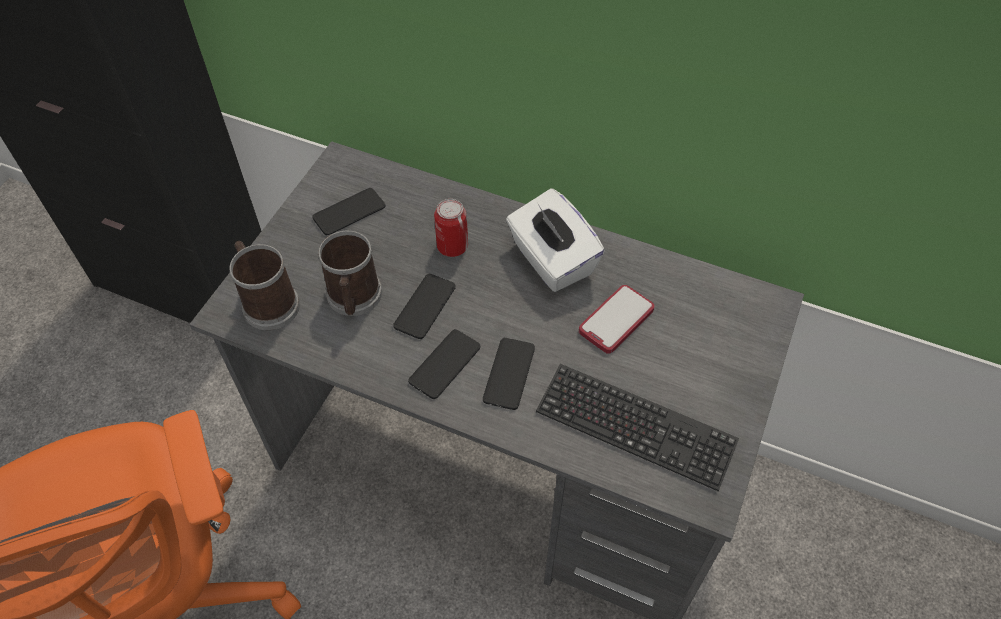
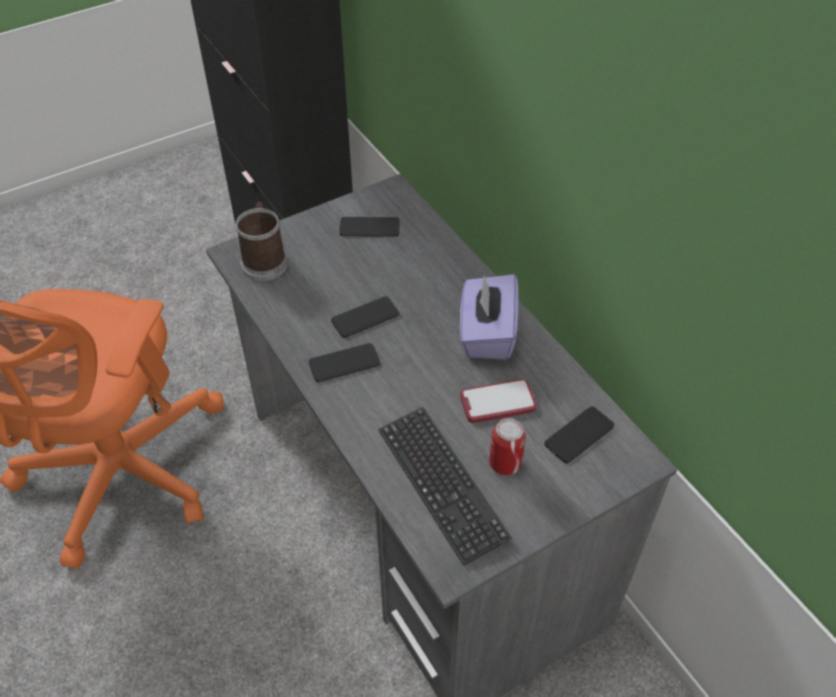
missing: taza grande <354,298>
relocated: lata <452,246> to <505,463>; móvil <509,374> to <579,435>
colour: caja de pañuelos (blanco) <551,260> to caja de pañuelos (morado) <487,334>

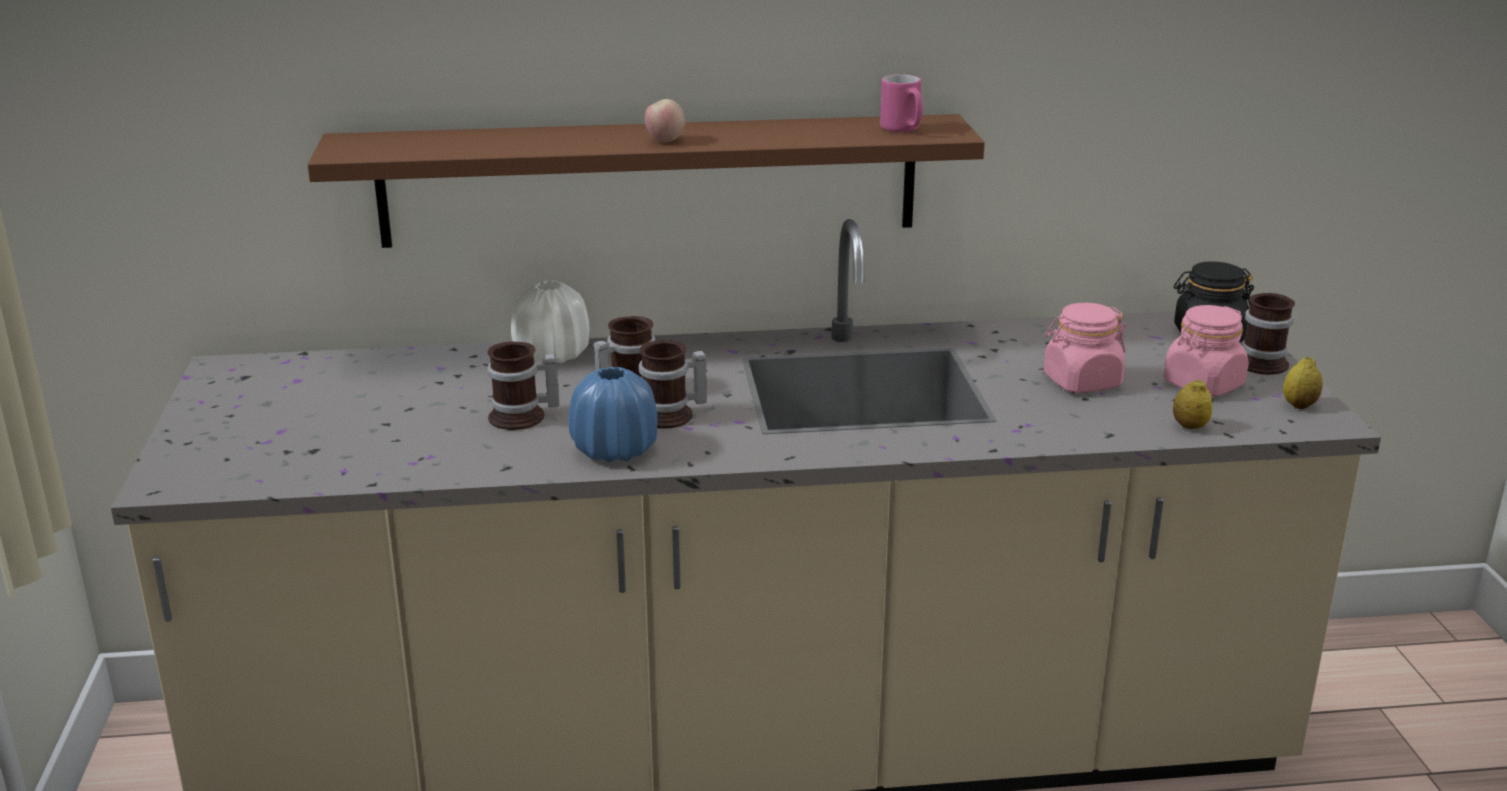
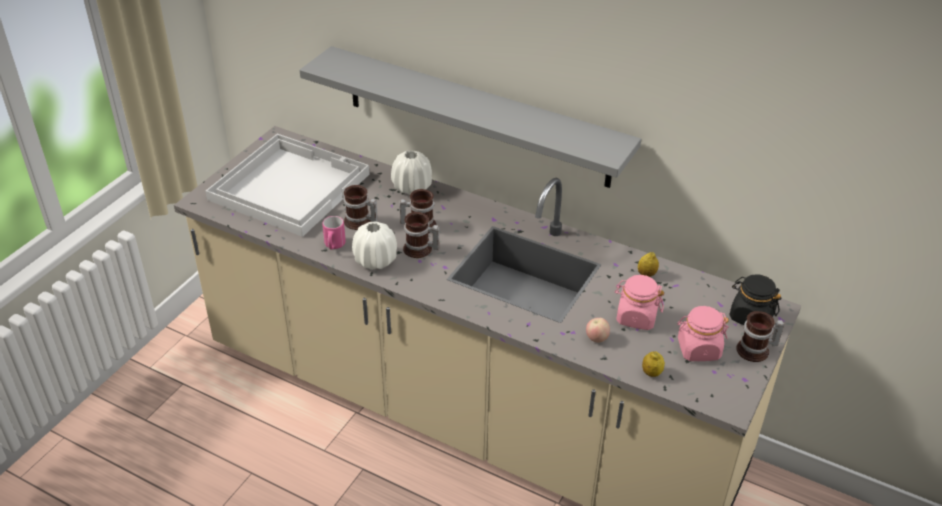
appeared: bandeja (blanco) <289,185>
relocated: taza grande (rosa) <903,130> to <334,246>; manzana <665,141> to <597,338>; limón <1299,405> to <646,274>
colour: estante (marrón) <650,180> to estante (gris) <476,116>; florero (azul) <615,450> to florero (blanco) <375,260>

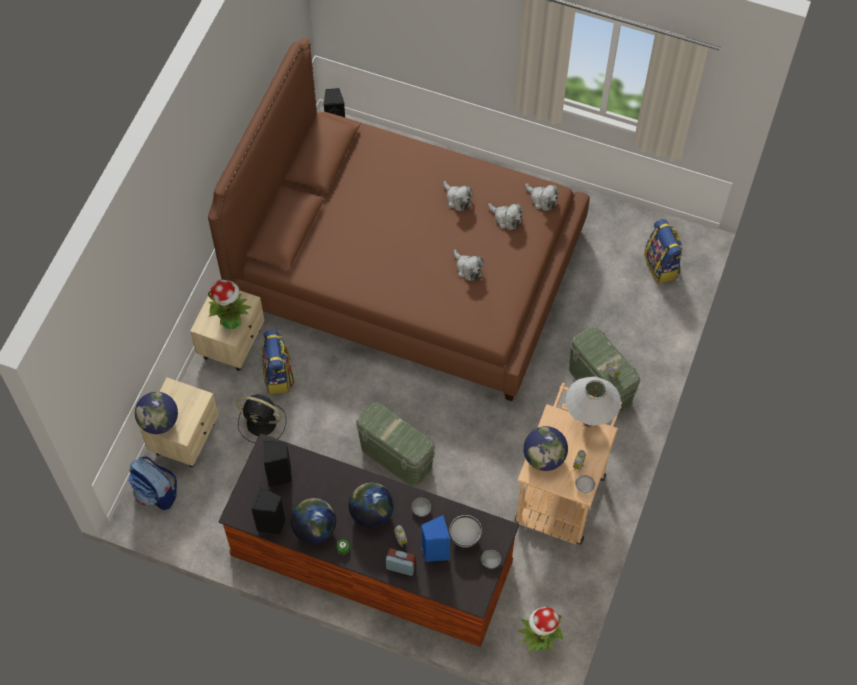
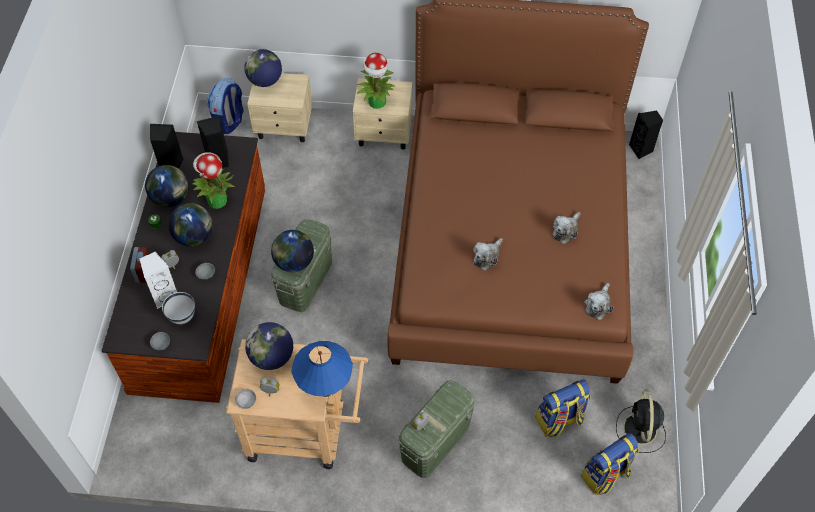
missing: peluche <506,218>
appeared: globo terráqueo <294,262>
relocated: planta en maceta <539,641> to <216,200>; mochila <278,375> to <559,420>; ventilador (negro) <263,423> to <640,430>
colour: altavoz (azul) <435,551> to altavoz (blanco) <164,295>; lámpara de mesa (blanco) <588,420> to lámpara de mesa (azul) <325,389>

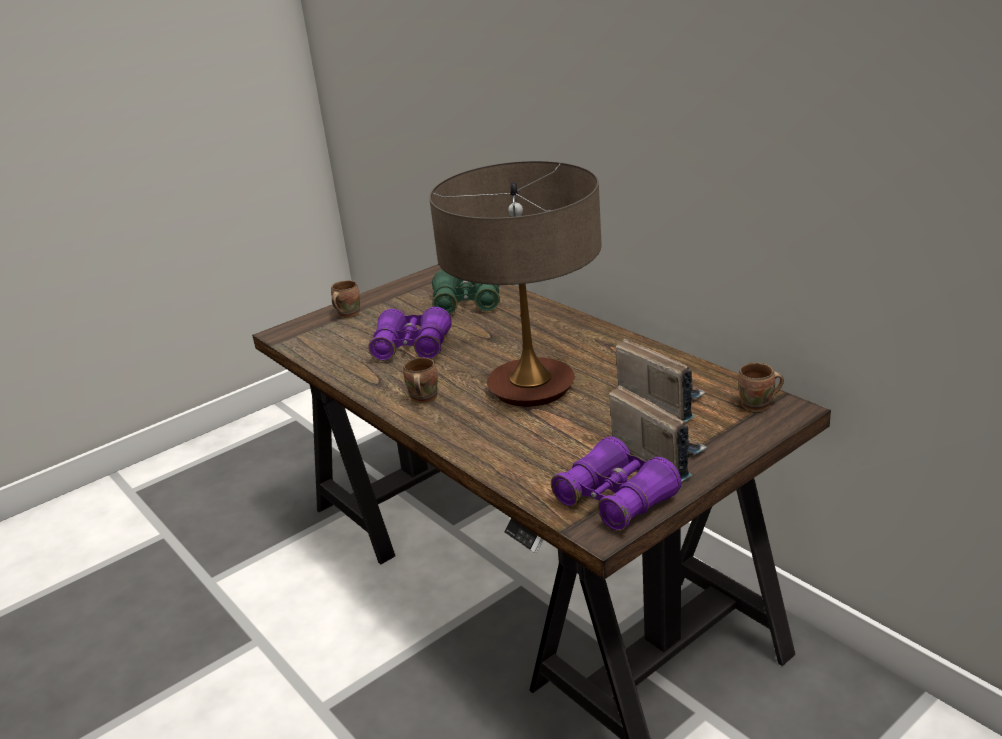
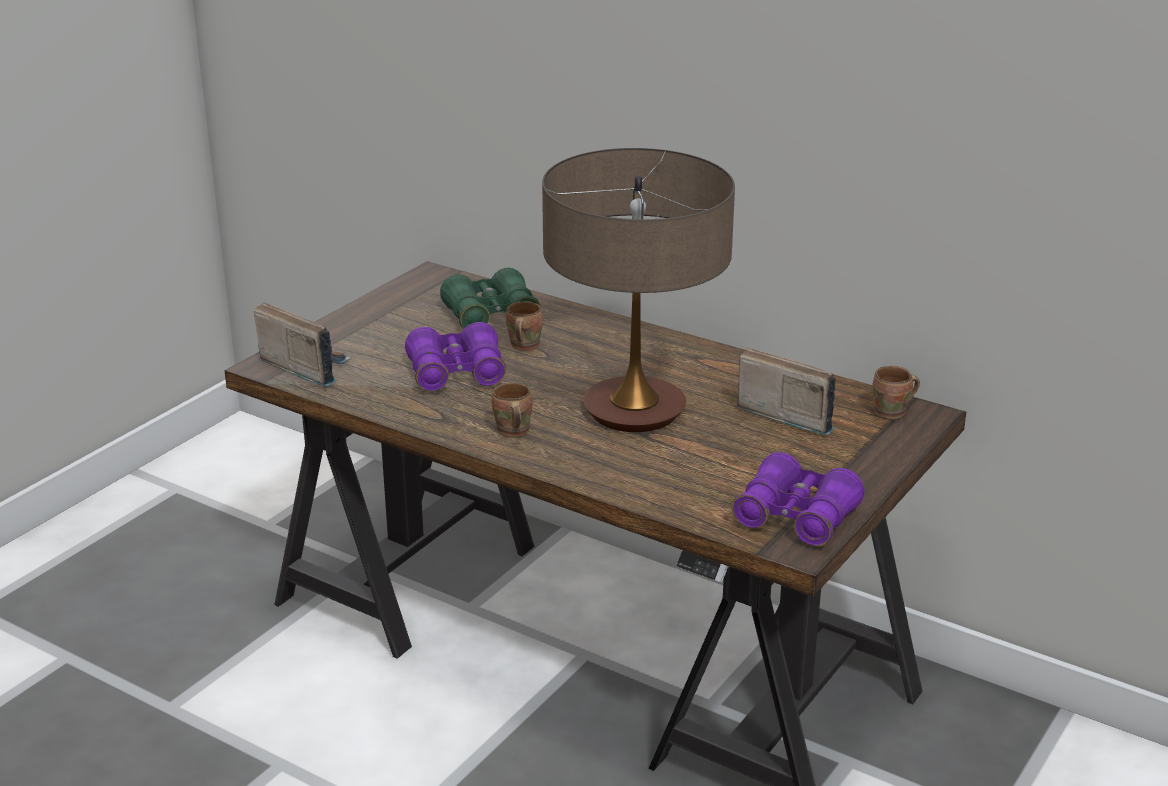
relocated: radio <658,453> to <305,366>; taza grande (marrón) <347,314> to <522,346>

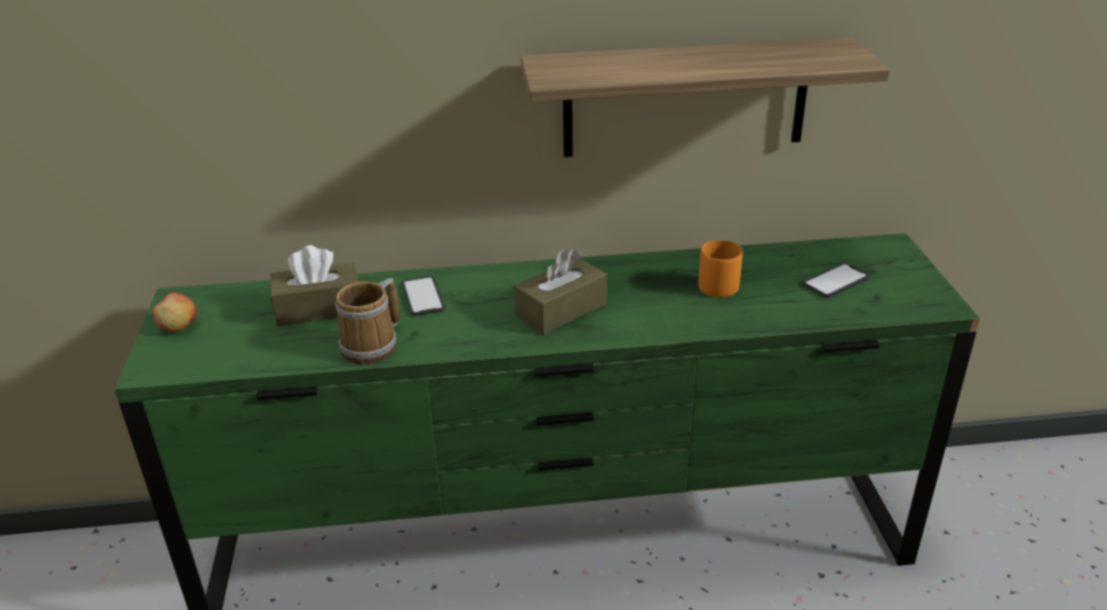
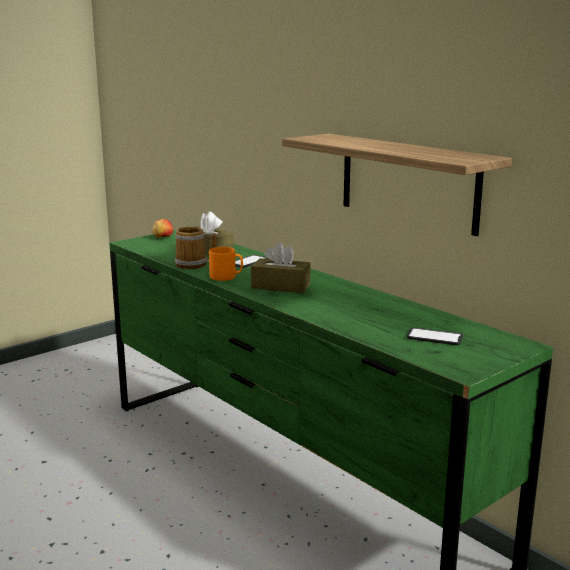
relocated: taza grande (naranja) <721,285> to <226,277>

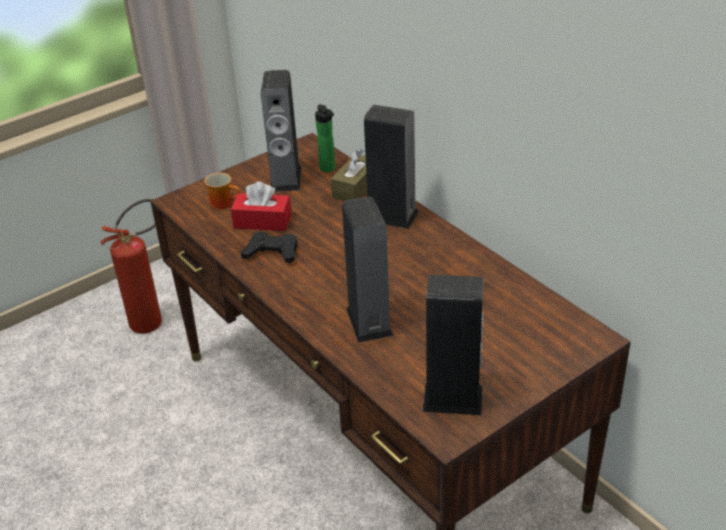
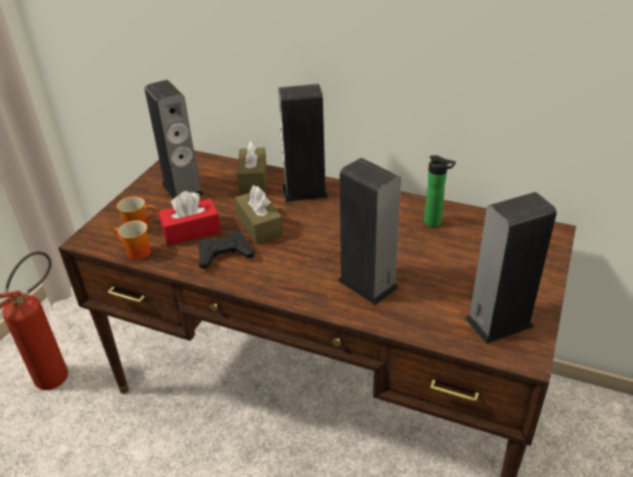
appeared: taza grande <135,253>; caja de pañuelos (marrón) <259,225>
relocated: botella <328,169> to <435,223>

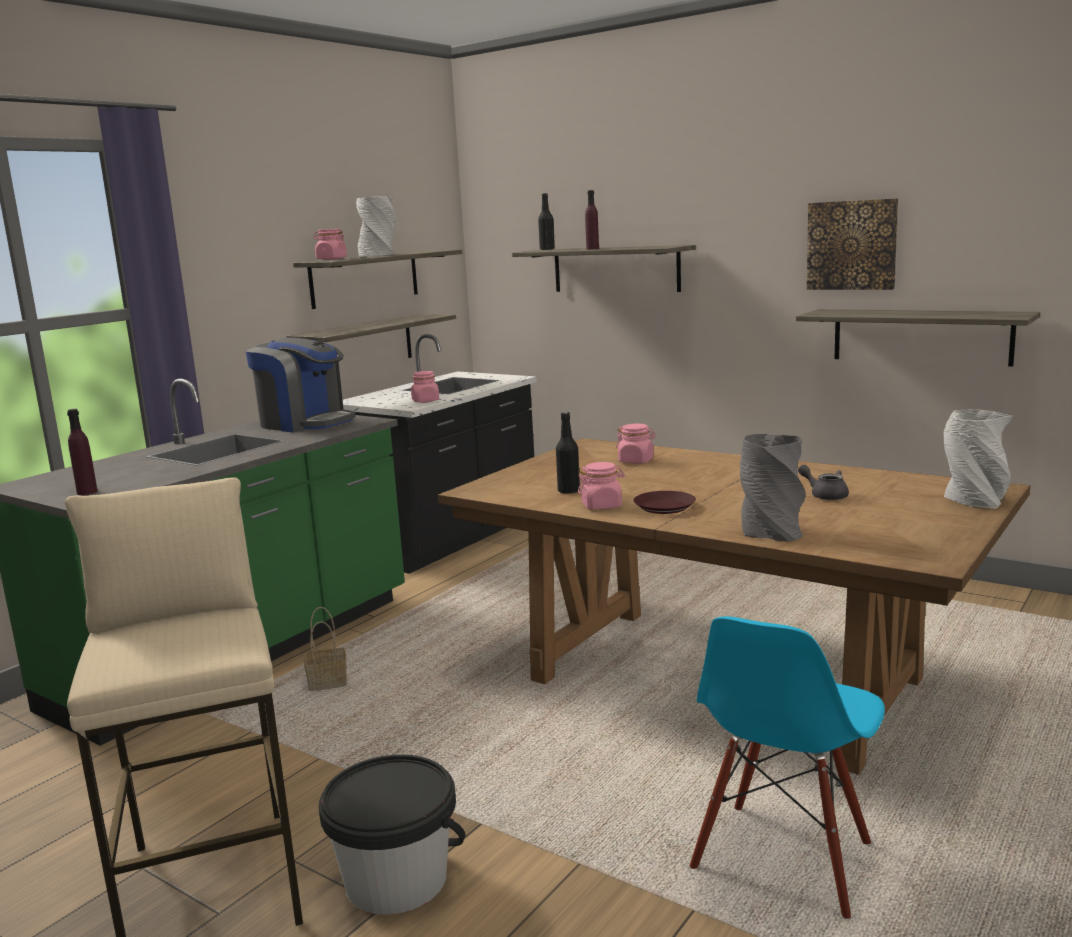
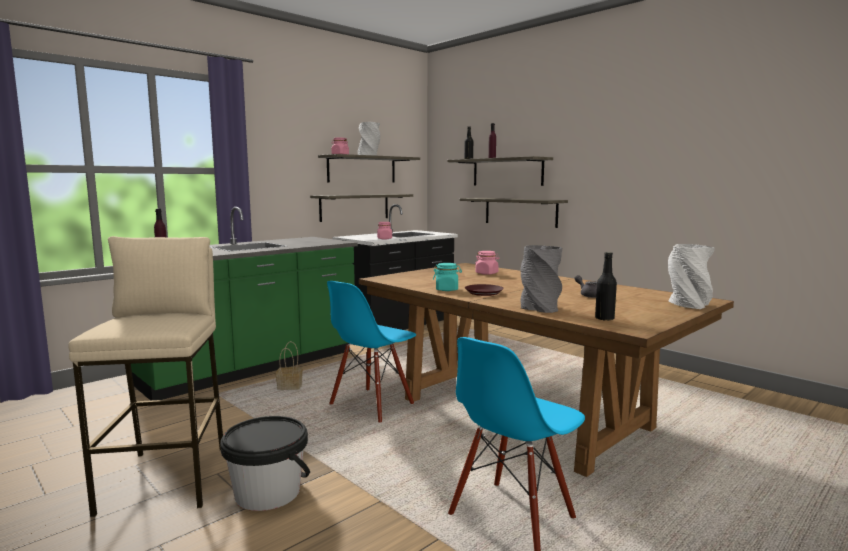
missing: cafetera <305,423>; cuadro <852,245>
appeared: silla (azul) <372,405>
relocated: estante <920,336> to <520,212>; botella (negro) <568,491> to <604,318>
colour: tarro (rosa) <602,506> to tarro (turquesa) <447,289>

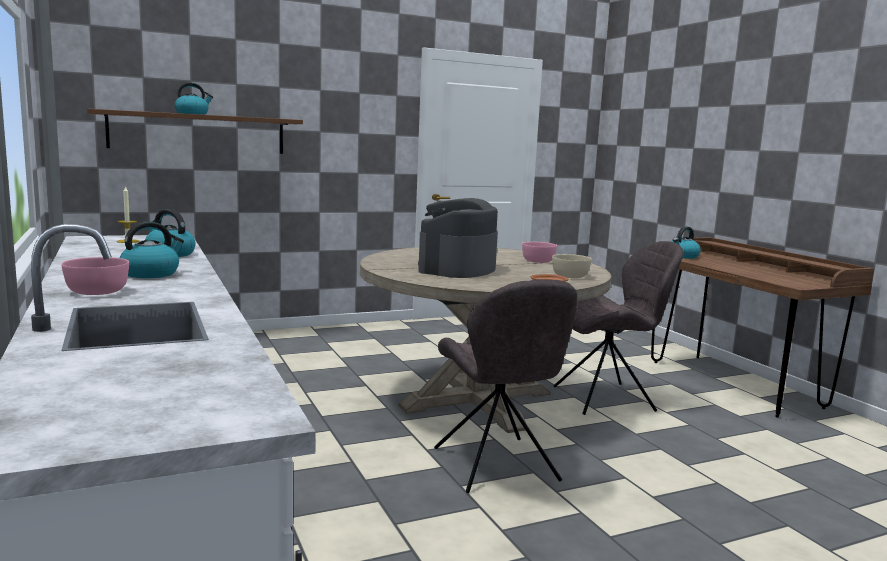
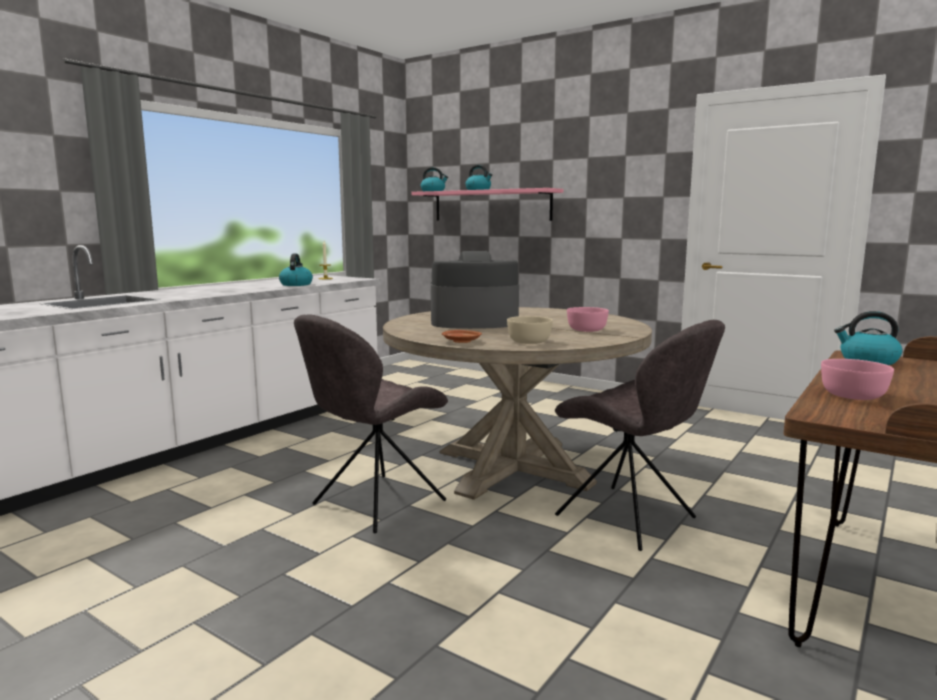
relocated: hervidor <151,273> to <433,191>; cuenco (rosa) <98,291> to <853,395>
colour: estante (marrón) <198,133> to estante (rosa) <491,205>

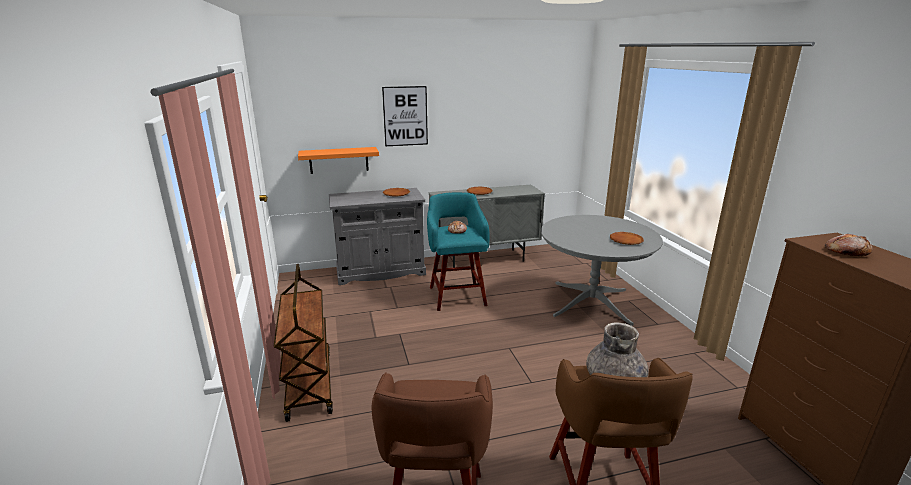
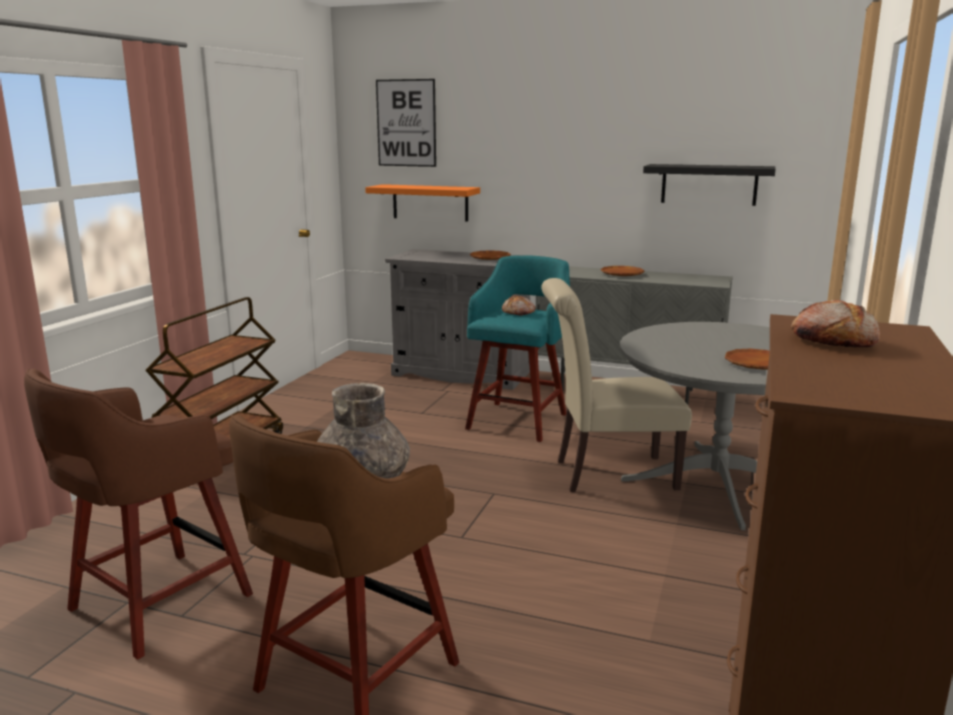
appeared: silla (beis) <607,474>; estante (negro) <709,184>
relocated: cuadro <405,116> to <406,123>

